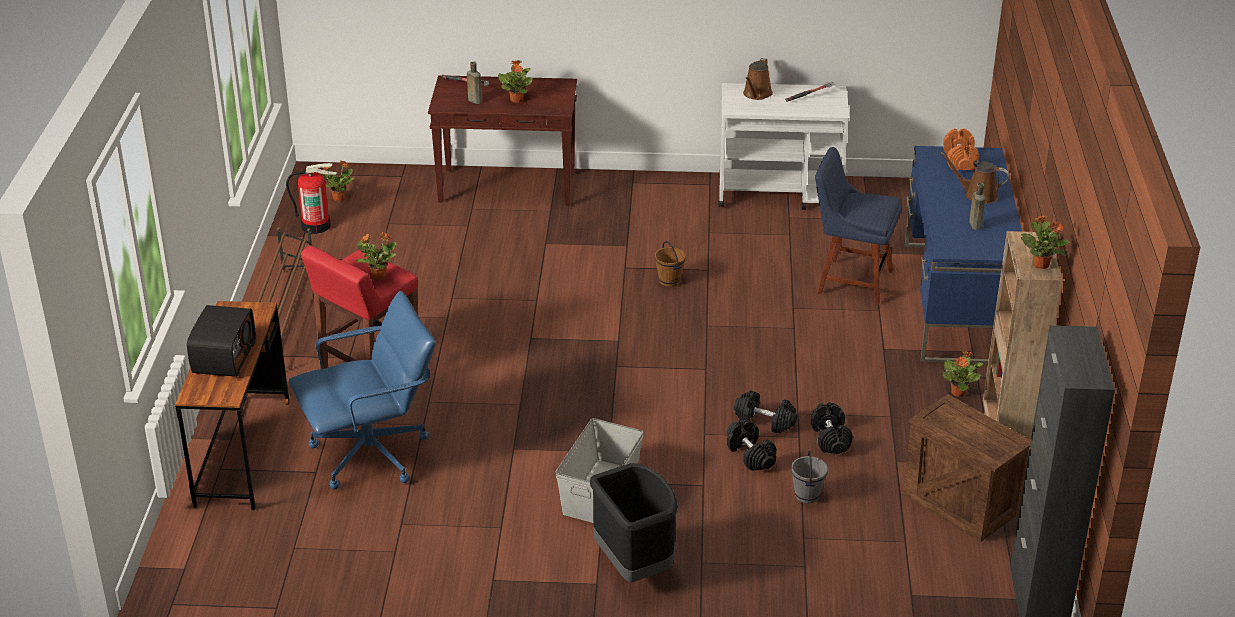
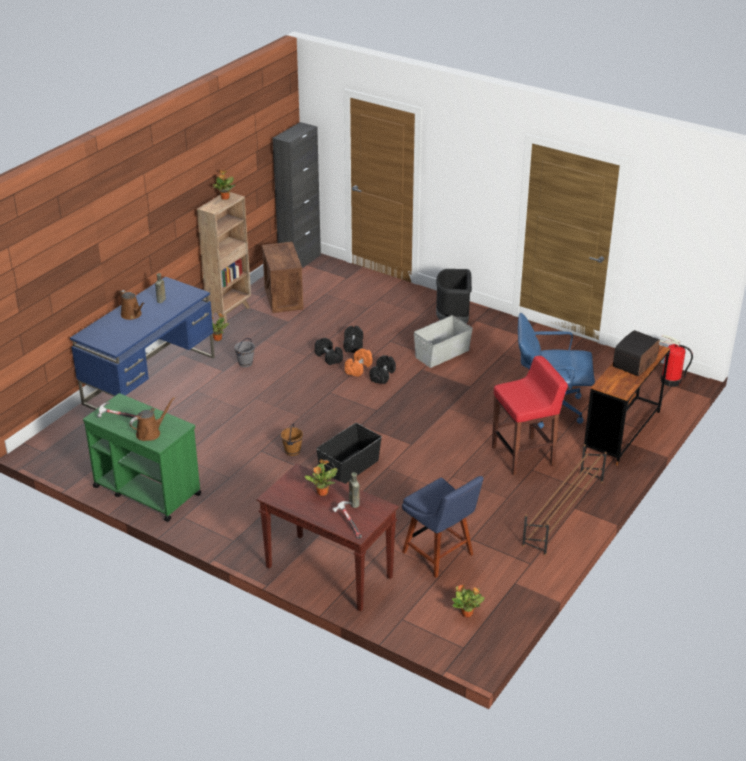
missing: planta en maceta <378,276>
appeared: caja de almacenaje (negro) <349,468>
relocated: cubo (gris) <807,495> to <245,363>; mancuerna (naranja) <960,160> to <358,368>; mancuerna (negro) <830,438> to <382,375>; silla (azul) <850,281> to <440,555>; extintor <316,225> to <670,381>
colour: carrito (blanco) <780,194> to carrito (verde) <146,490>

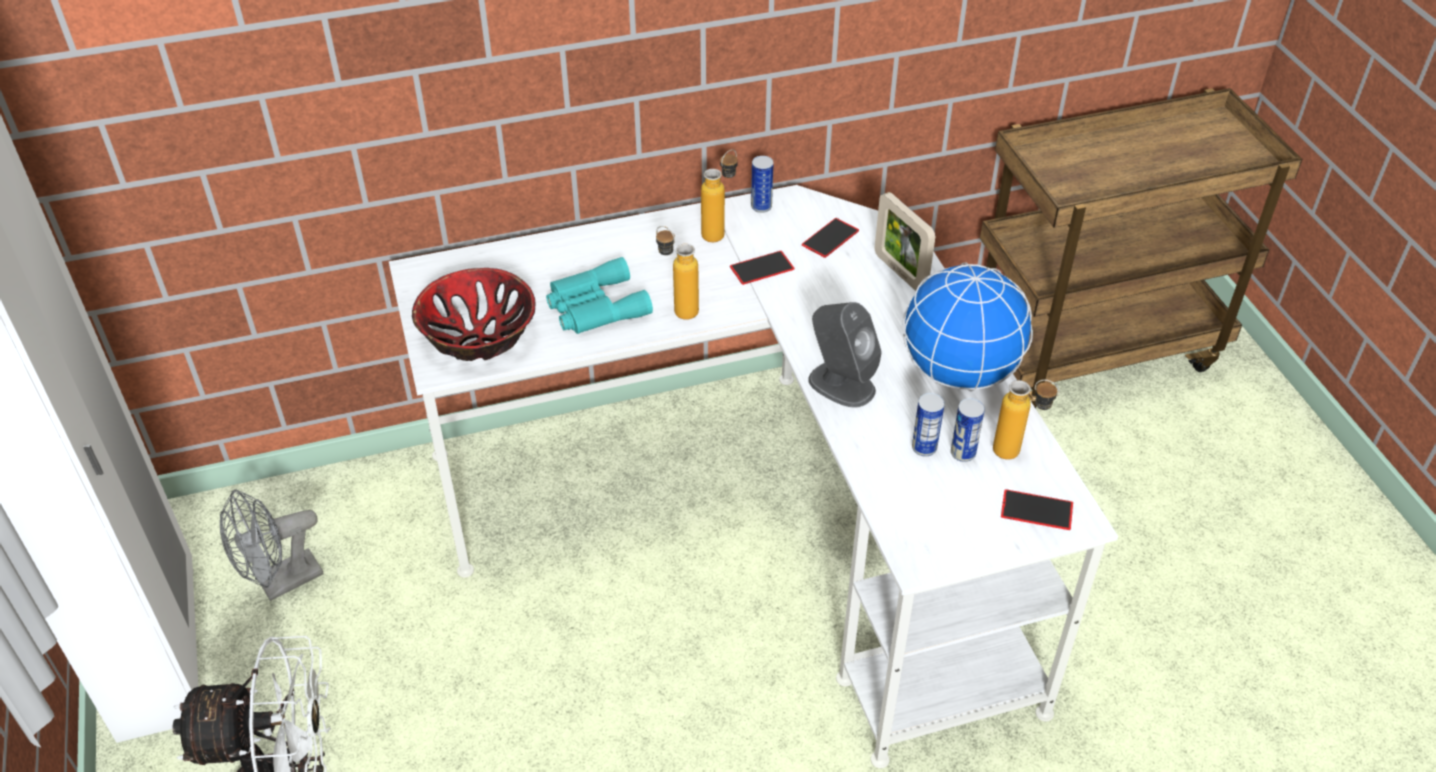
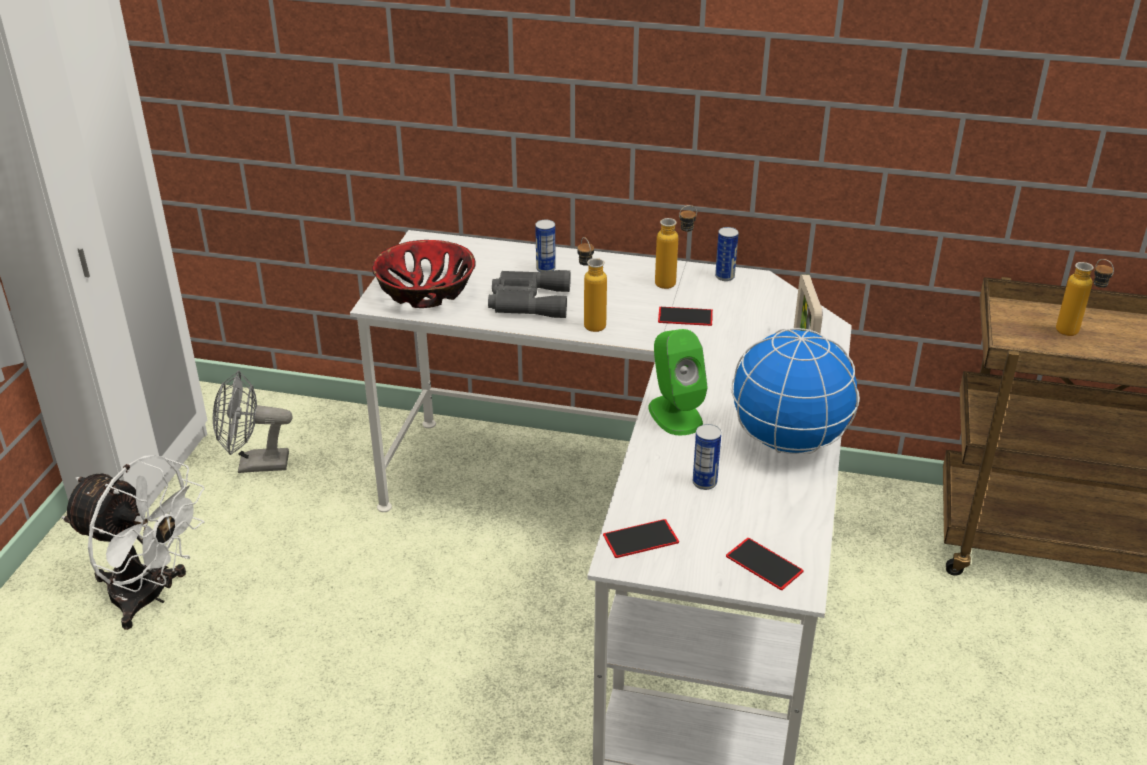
relocated: lata <963,453> to <545,269>; móvil <830,238> to <640,539>; botella <1017,454> to <1075,335>
colour: prismáticos (turquesa) <594,306> to prismáticos (gris) <527,301>; altavoz (gris) <840,384> to altavoz (verde) <675,414>

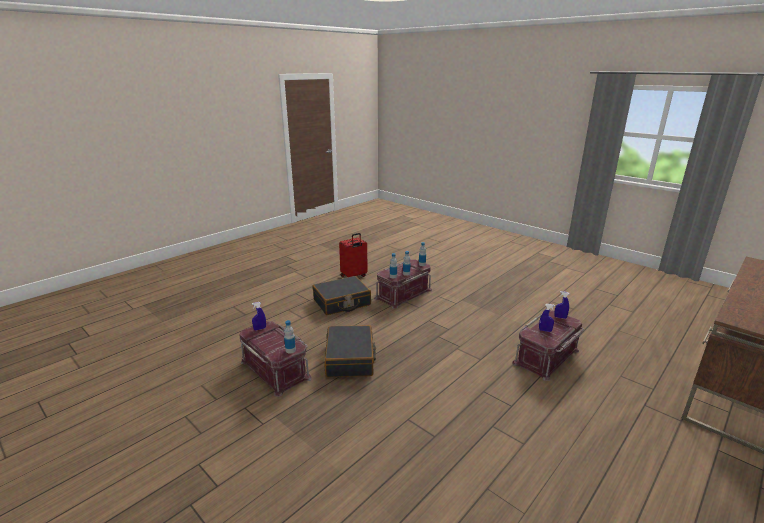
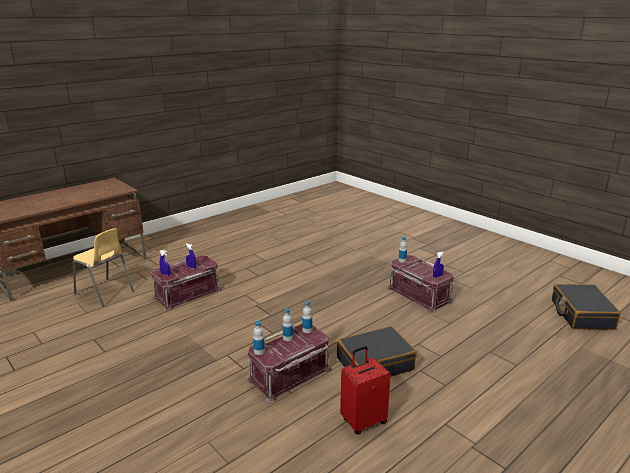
appeared: silla (amarillo) <105,293>
relocated: maleta (negro) <350,359> to <581,314>

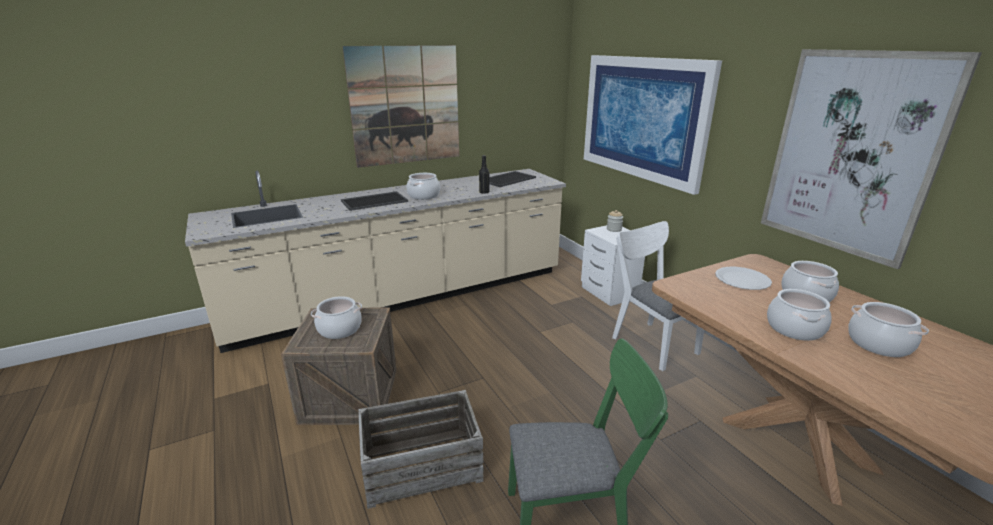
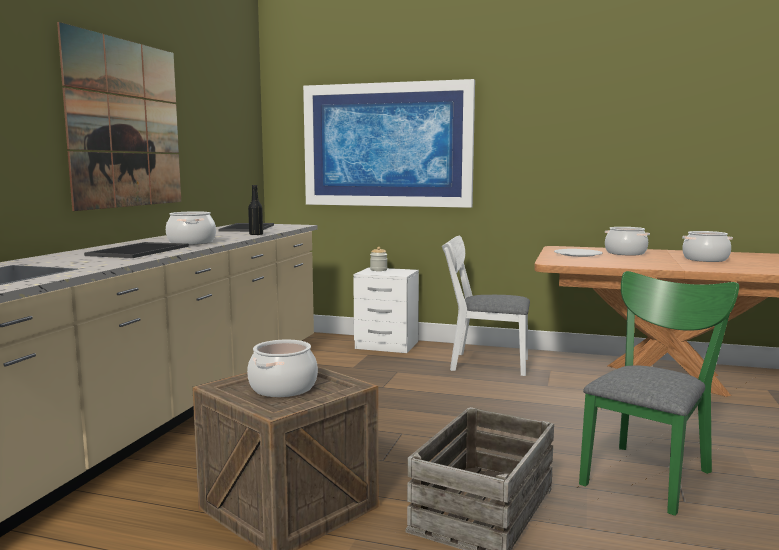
missing: cuadro <851,154>; olla <795,329>

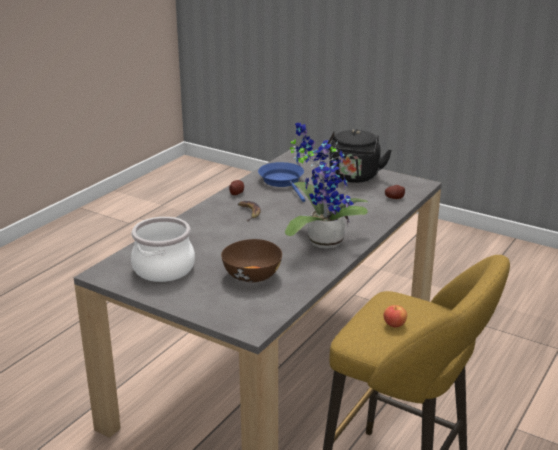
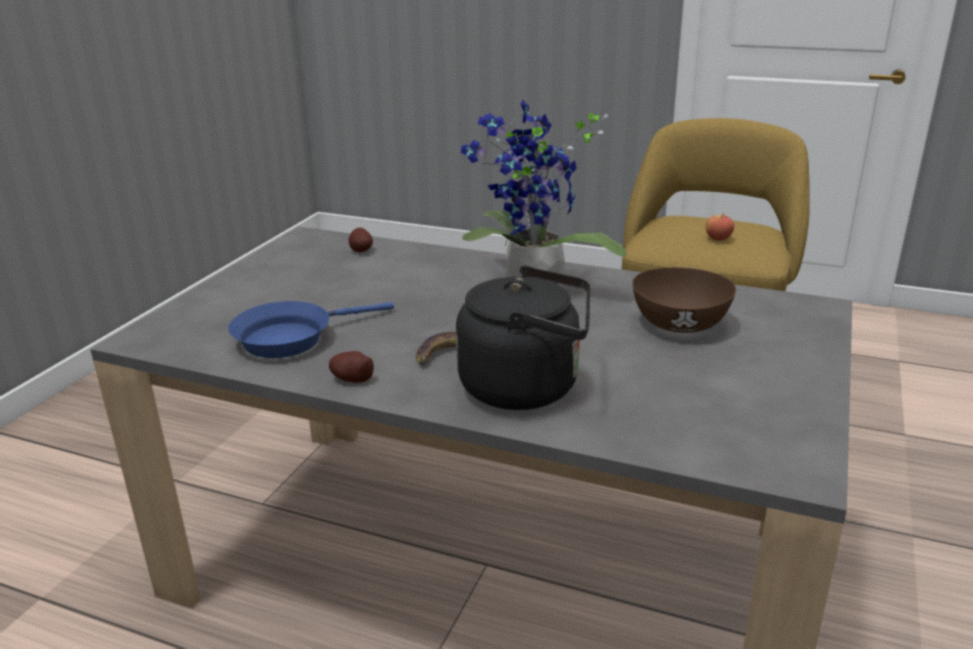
missing: olla <164,269>
relocated: hervidor (negro) <354,177> to <527,387>

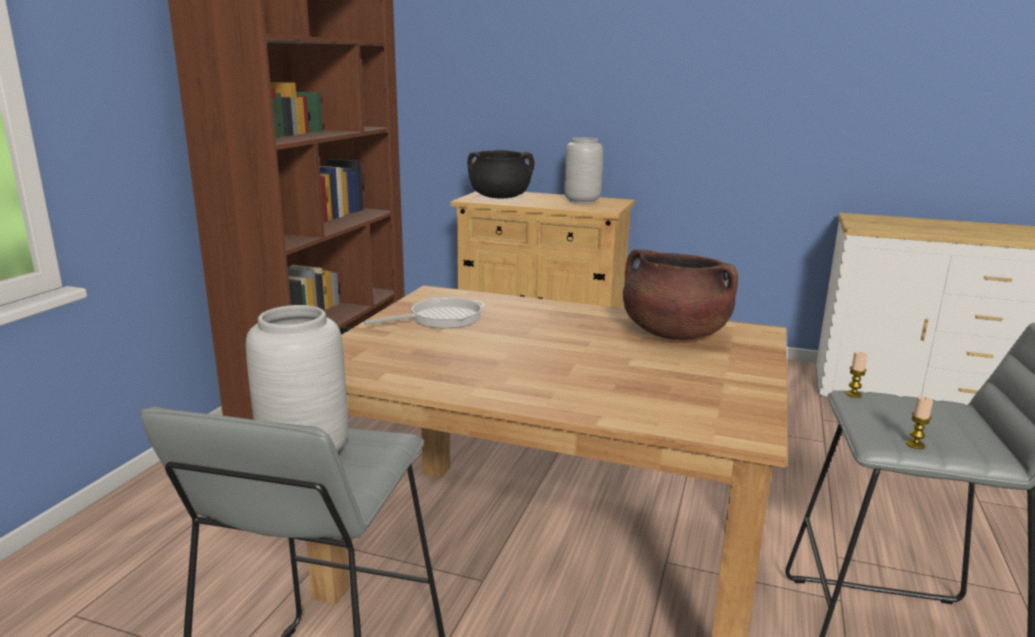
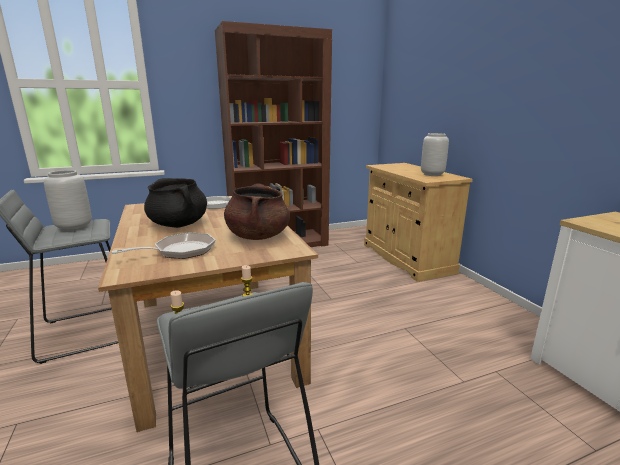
appeared: sartén <180,251>
relocated: olla (negro) <500,197> to <179,224>

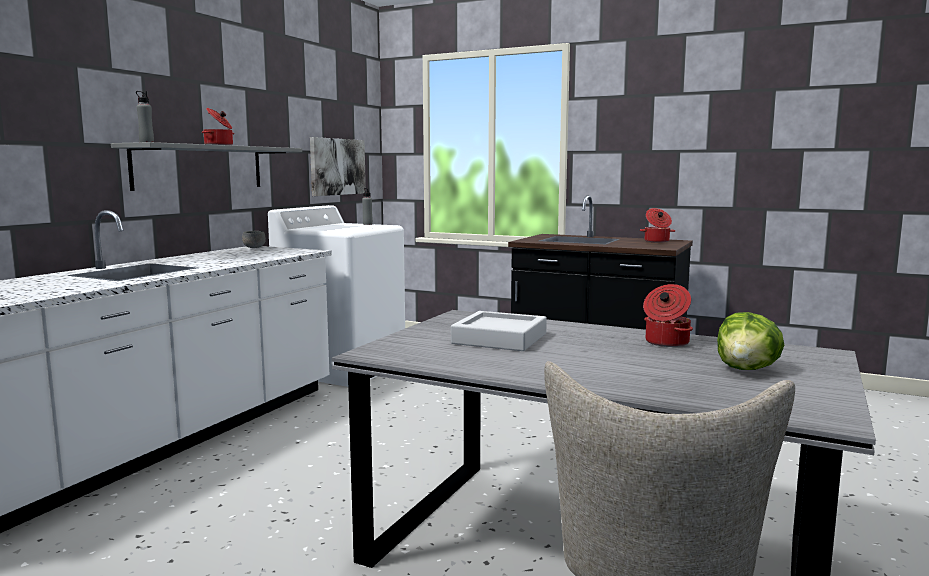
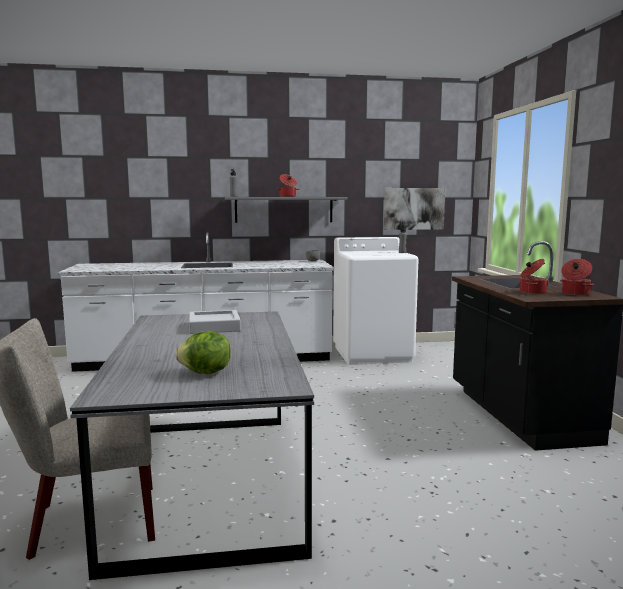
relocated: olla <665,342> to <532,292>

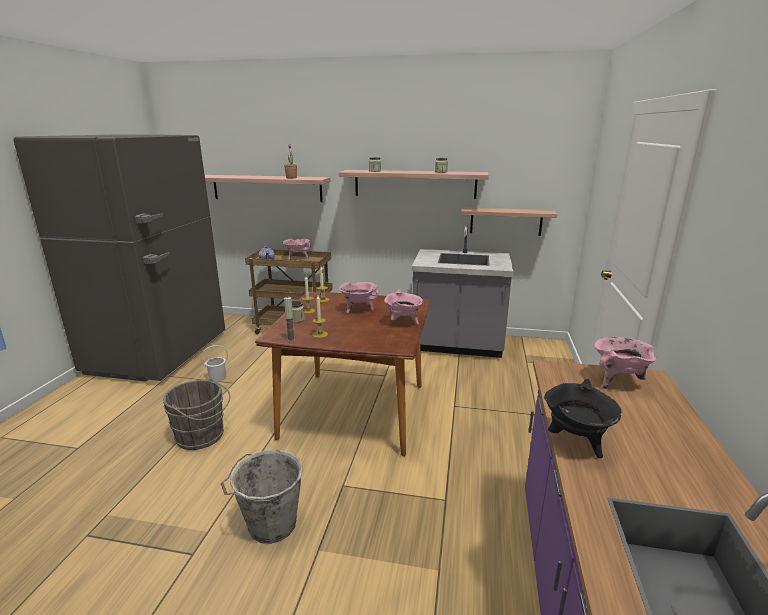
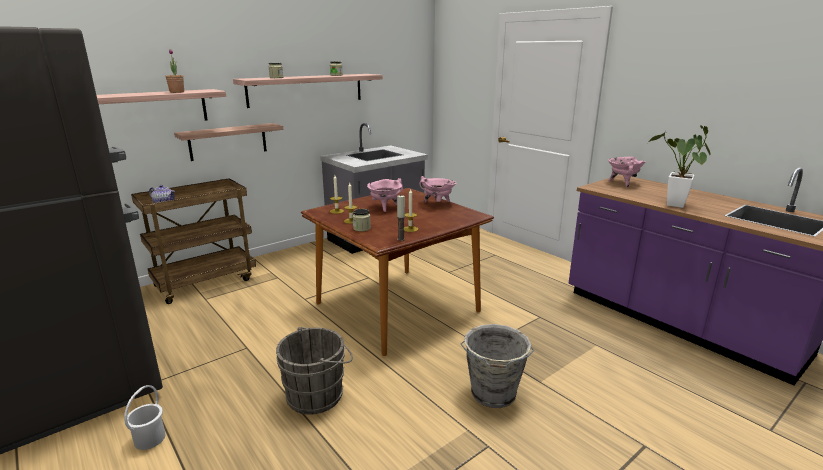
missing: olla (rosa) <297,258>
relocated: cubo (blanco) <217,377> to <149,439>; estante <506,221> to <228,141>
exchanged: olla (negro) <576,442> to planta en maceta <674,206>

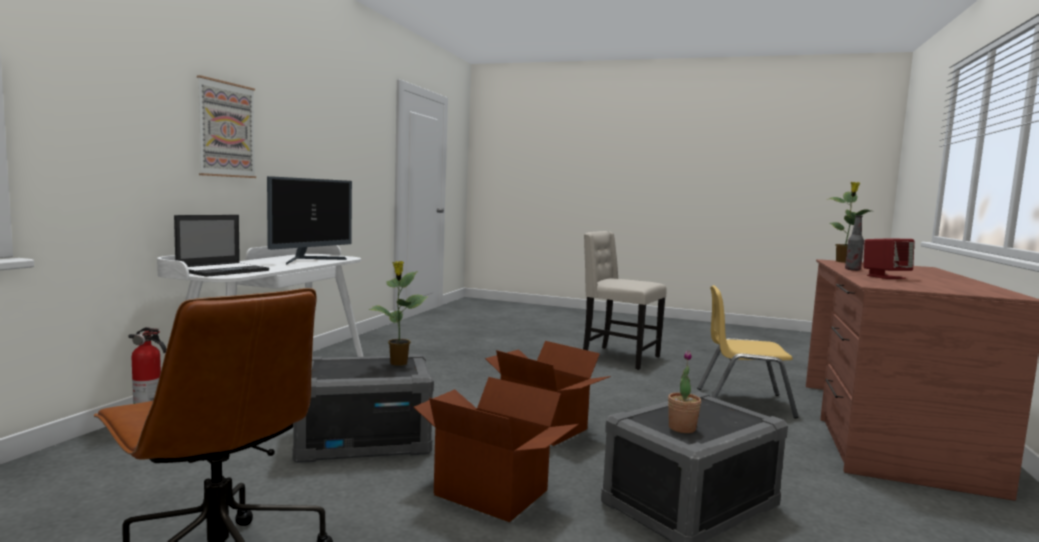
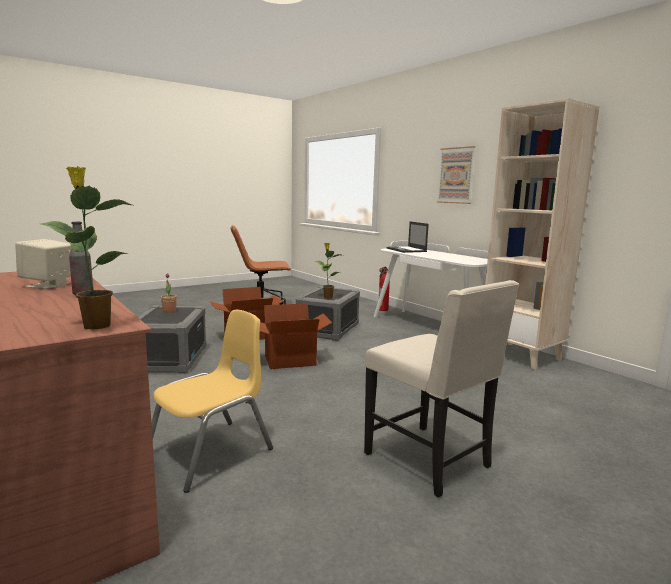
missing: monitor <309,260>
appeared: estantería (beis) <522,355>
colour: altavoz (rojo) <885,277> to altavoz (beis) <48,285>
spun: silla (beis) <618,357> = <430,461> 75 degrees clockwise

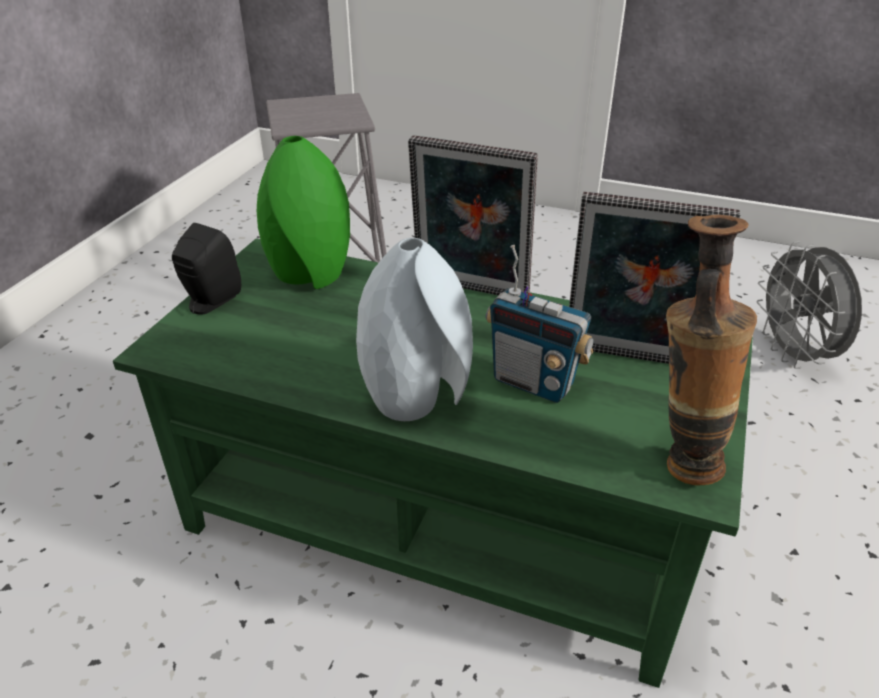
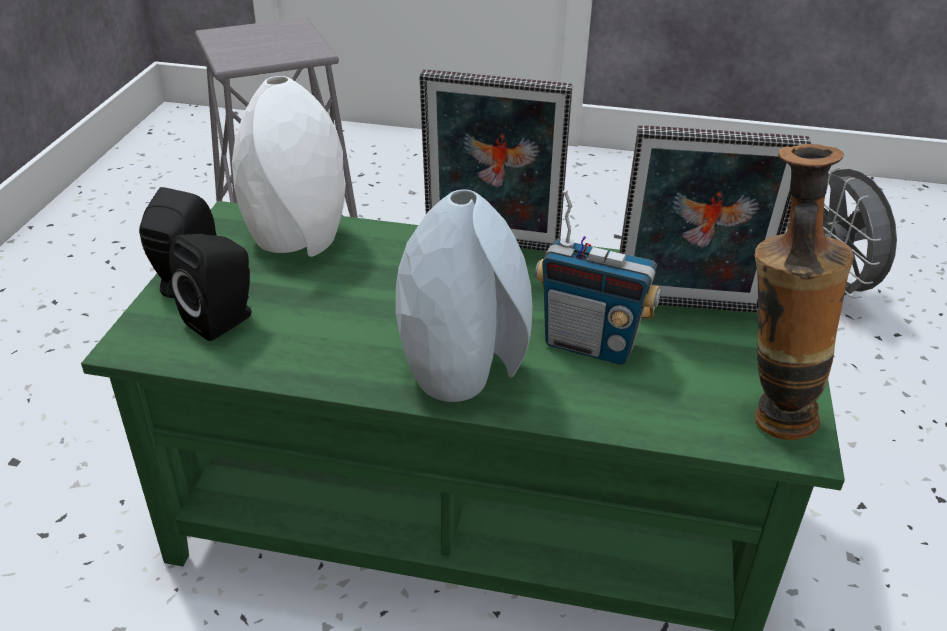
appeared: altavoz (negro) <224,320>
colour: florero (verde) <311,274> to florero (blanco) <298,239>

